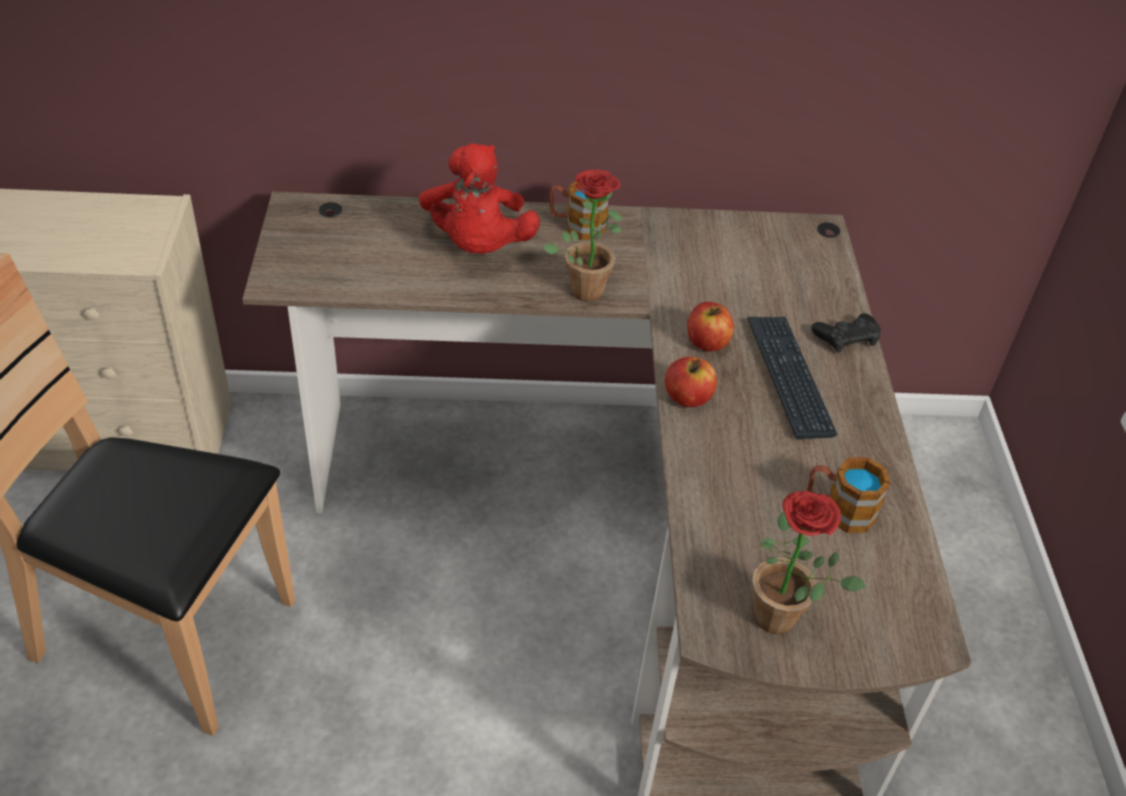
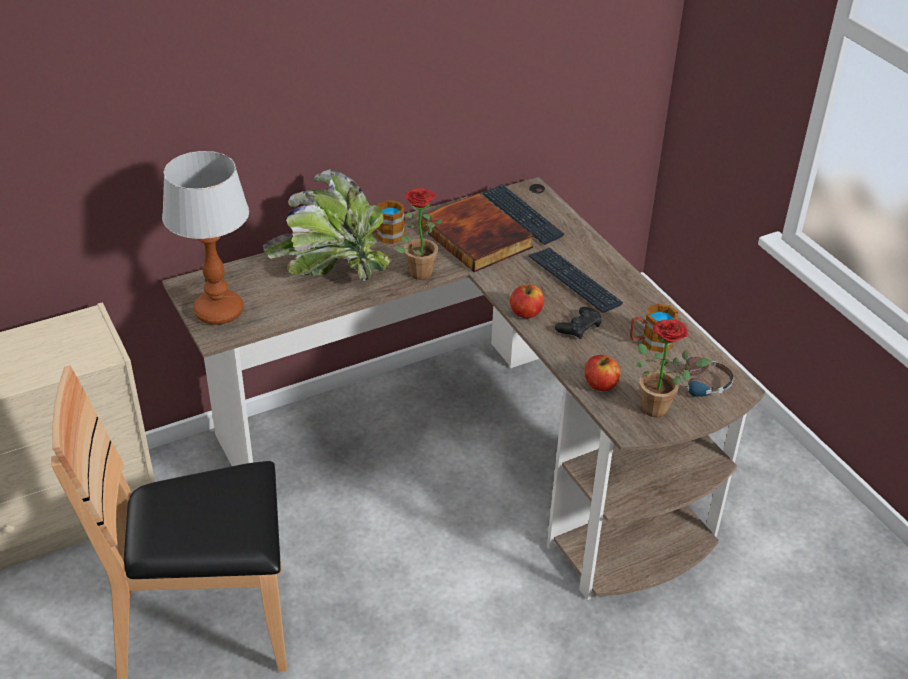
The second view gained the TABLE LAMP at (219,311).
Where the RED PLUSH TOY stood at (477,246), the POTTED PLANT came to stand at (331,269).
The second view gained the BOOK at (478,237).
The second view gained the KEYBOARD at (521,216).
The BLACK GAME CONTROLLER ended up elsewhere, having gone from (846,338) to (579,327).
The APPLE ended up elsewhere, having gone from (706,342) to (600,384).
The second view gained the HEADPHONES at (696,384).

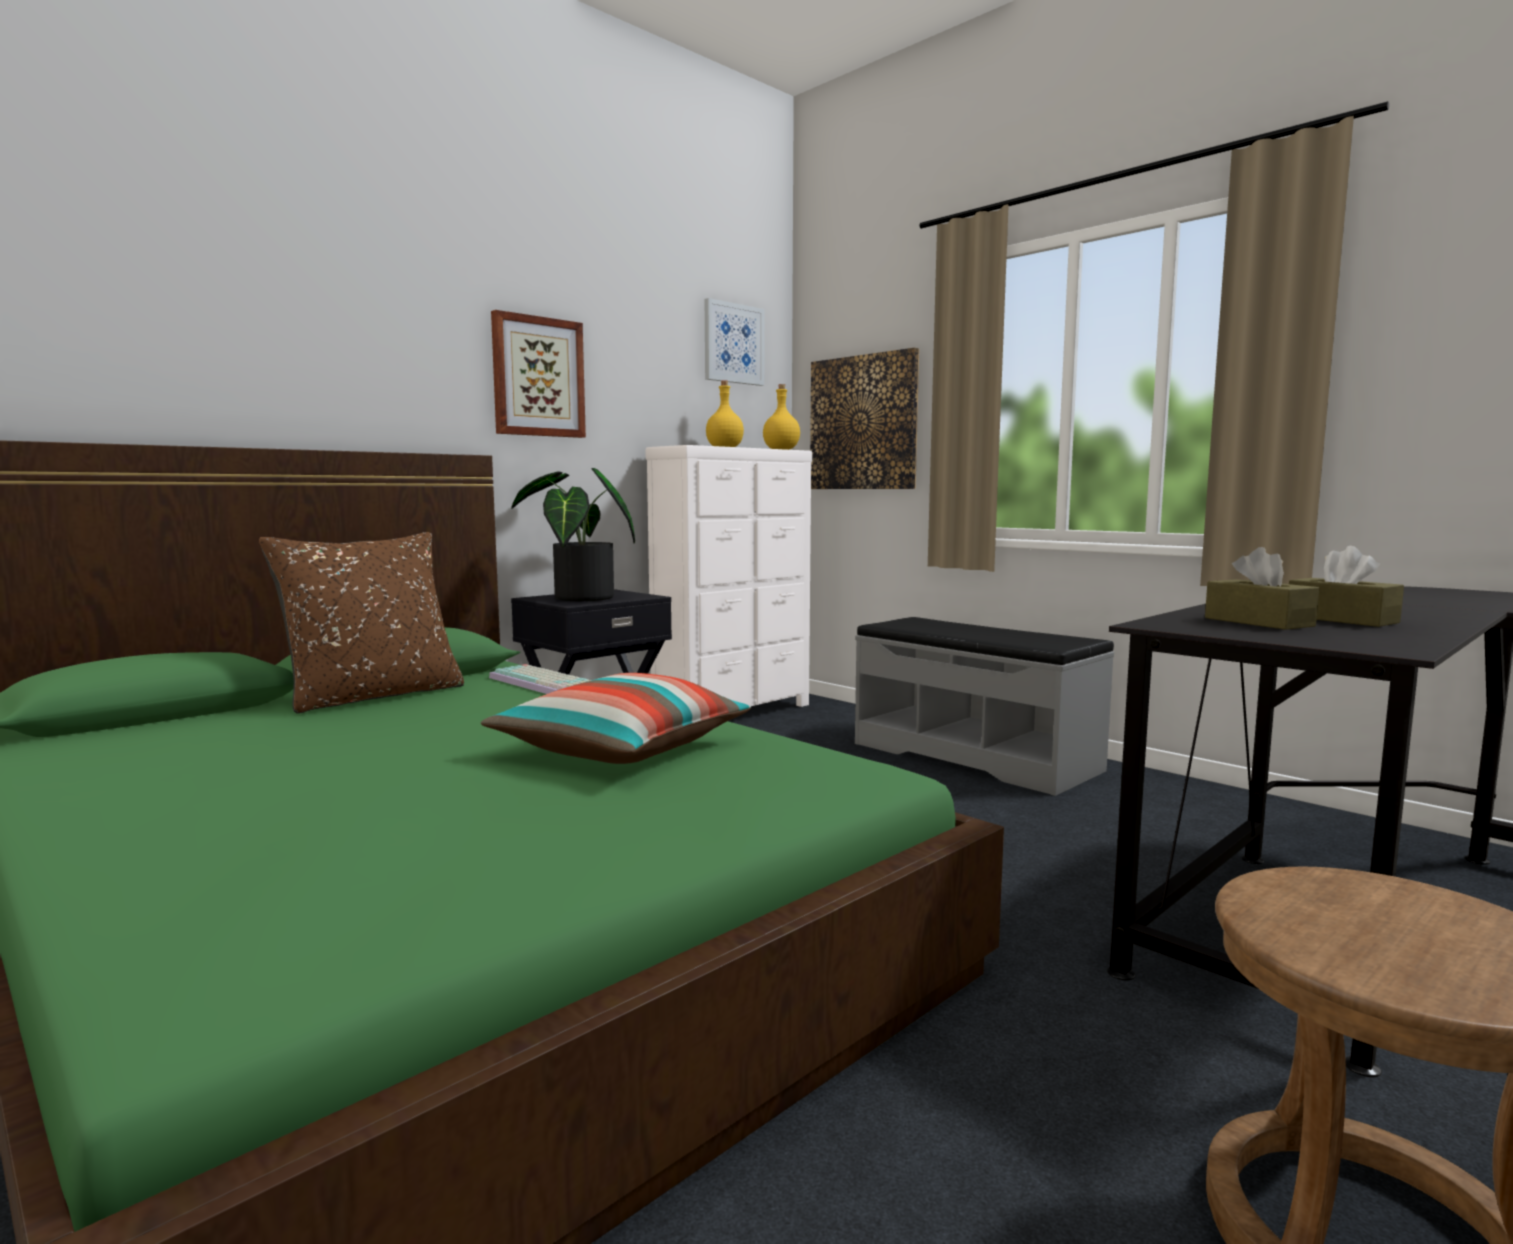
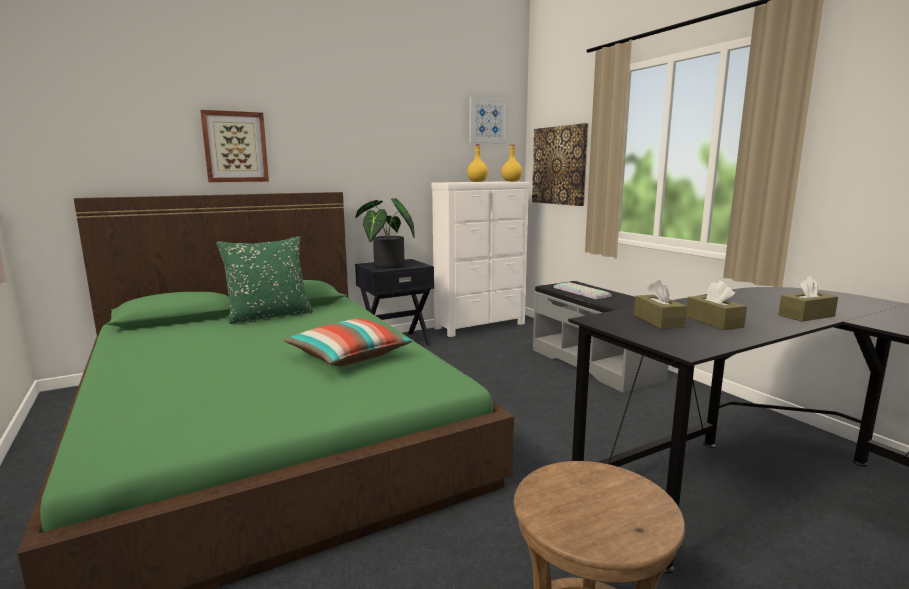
The PICTURE ended up elsewhere, having gone from (537,377) to (235,147).
What was the BROWN PILLOW at (374,696) turned into the GREEN PILLOW at (269,316).
The KEYBOARD ended up elsewhere, having gone from (546,683) to (582,292).
The second view gained the BROWN TISSUE BOX at (806,316).

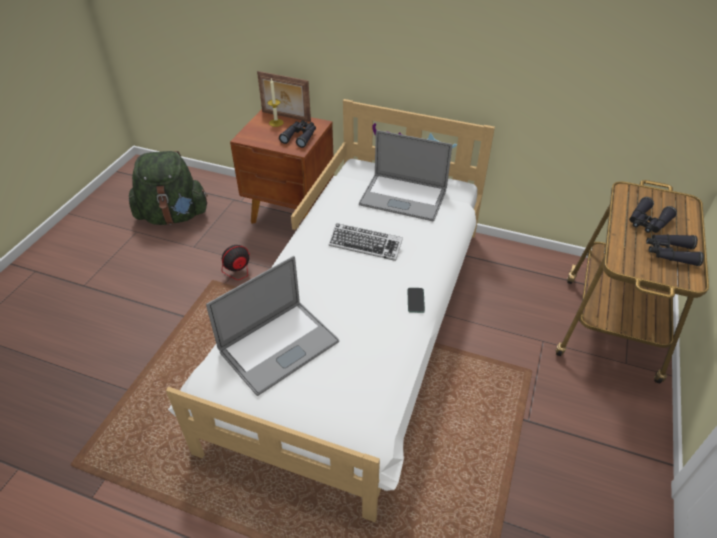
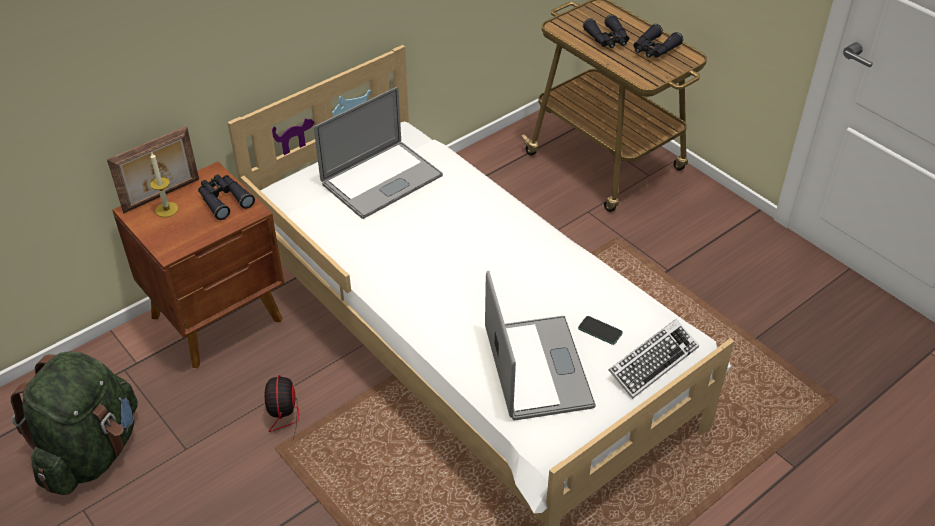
The PHONE ended up elsewhere, having gone from (415,300) to (600,331).
The KEYBOARD ended up elsewhere, having gone from (365,245) to (653,362).

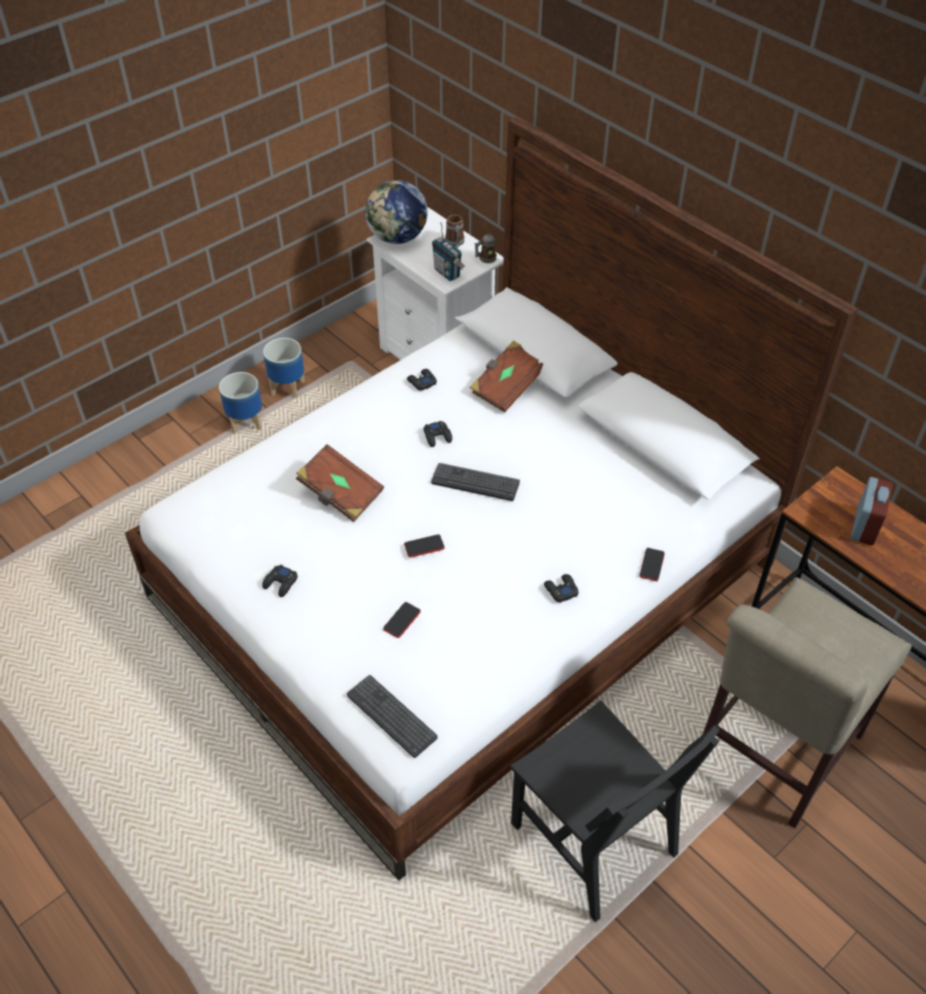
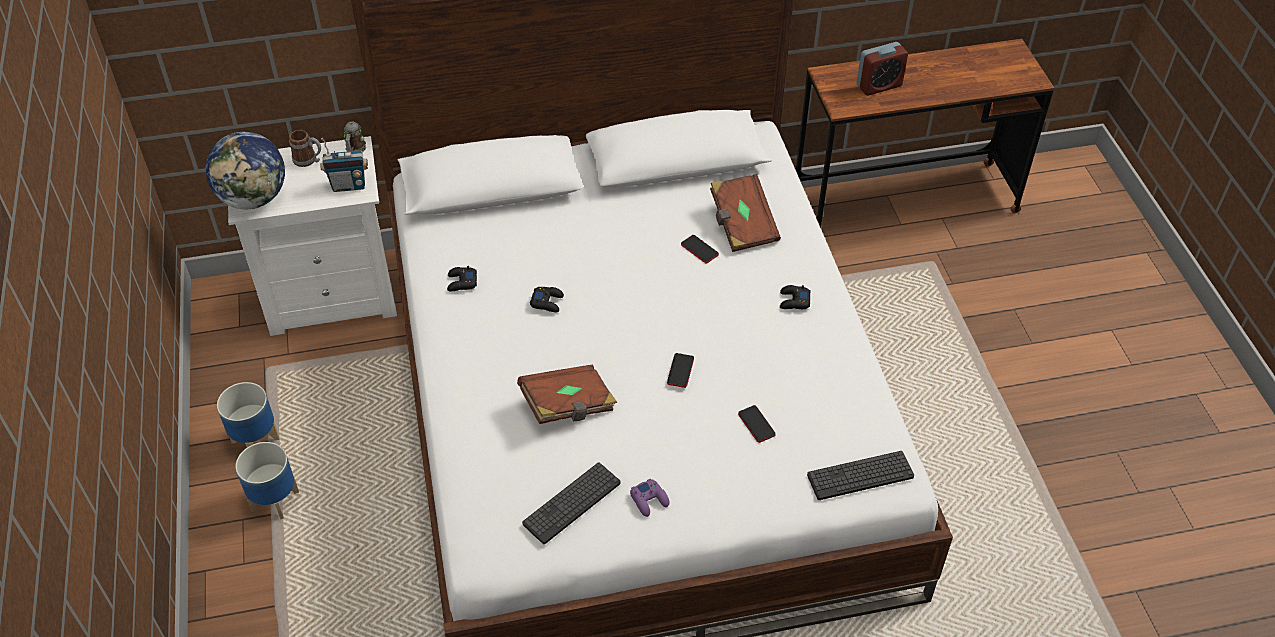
The KEYBOARD ended up elsewhere, having gone from (475,482) to (572,503).
What was the BLACK GAME CONTROLLER at (280,583) turned into the PURPLE GAME CONTROLLER at (649,500).
The PHONE ended up elsewhere, having gone from (652,565) to (699,249).
The BROWN BOOK ended up elsewhere, having gone from (507,387) to (742,224).
The ALARM CLOCK at (865,526) ended up facing another way, 105 degrees clockwise from before.
The second view lost the BLACK CHAIR at (593,840).
The second view lost the BEIGE CHAIR at (771,752).

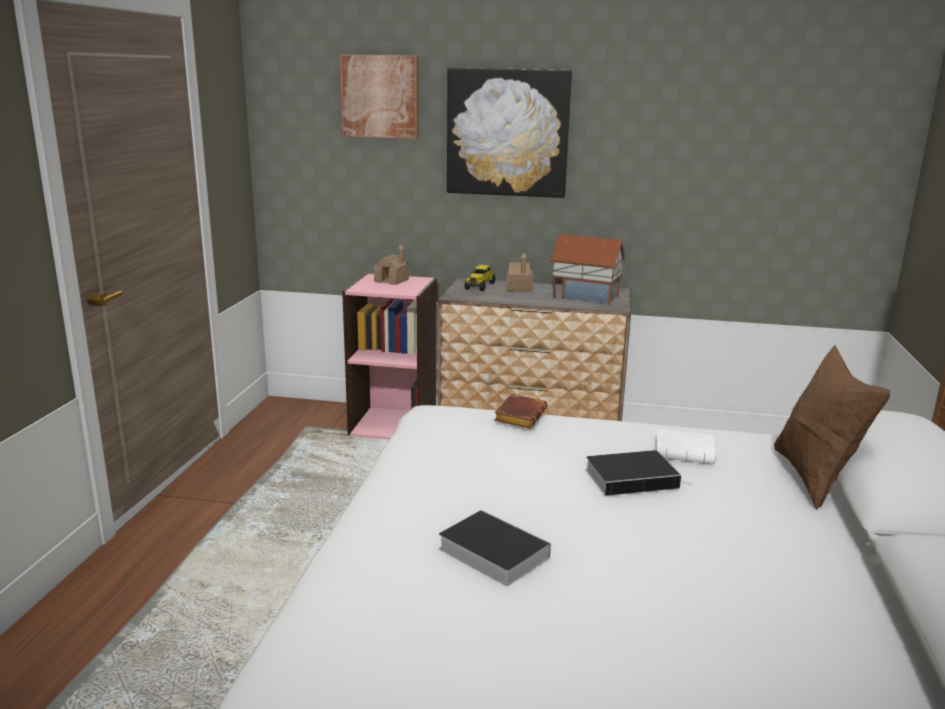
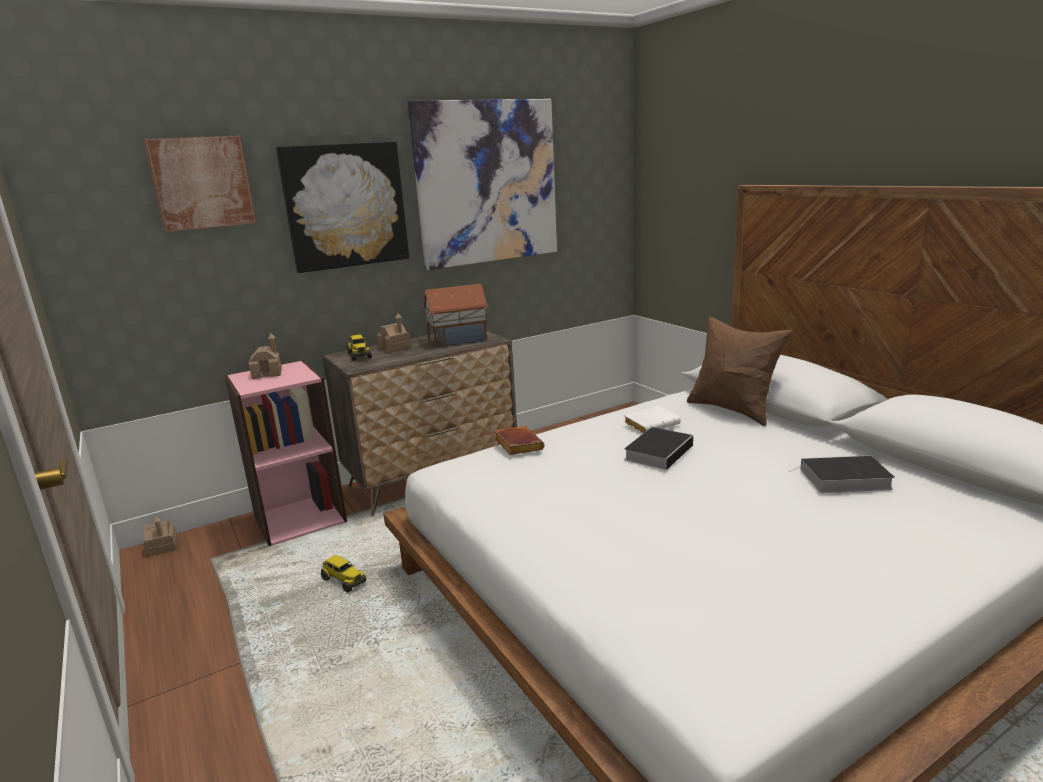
The second view gained the TOY HOUSE at (162,547).
The second view gained the TOY TRUCK at (343,581).
The second view gained the PICTURE at (487,183).
The BOOK ended up elsewhere, having gone from (490,552) to (842,479).

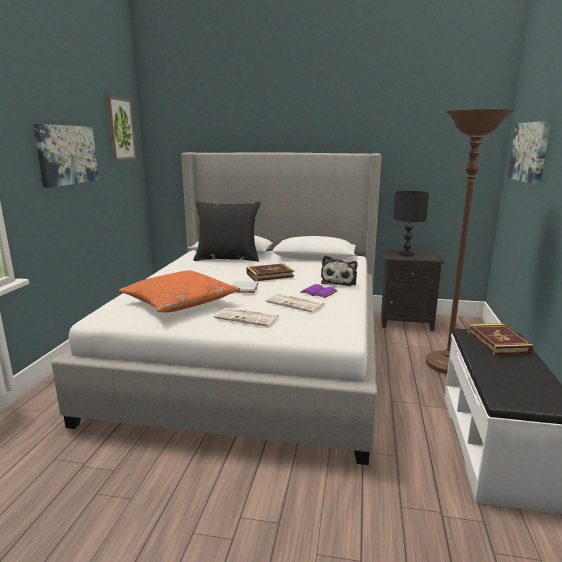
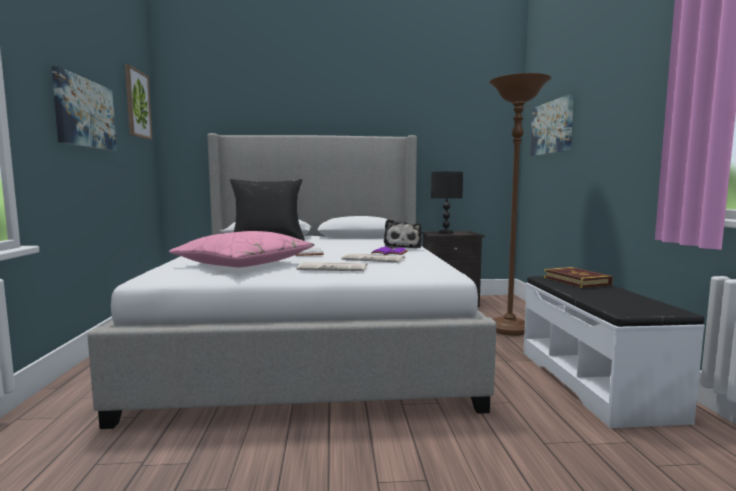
What was the ORANGE PILLOW at (180,302) turned into the PINK PILLOW at (244,263).
The second view lost the BOOK at (270,275).

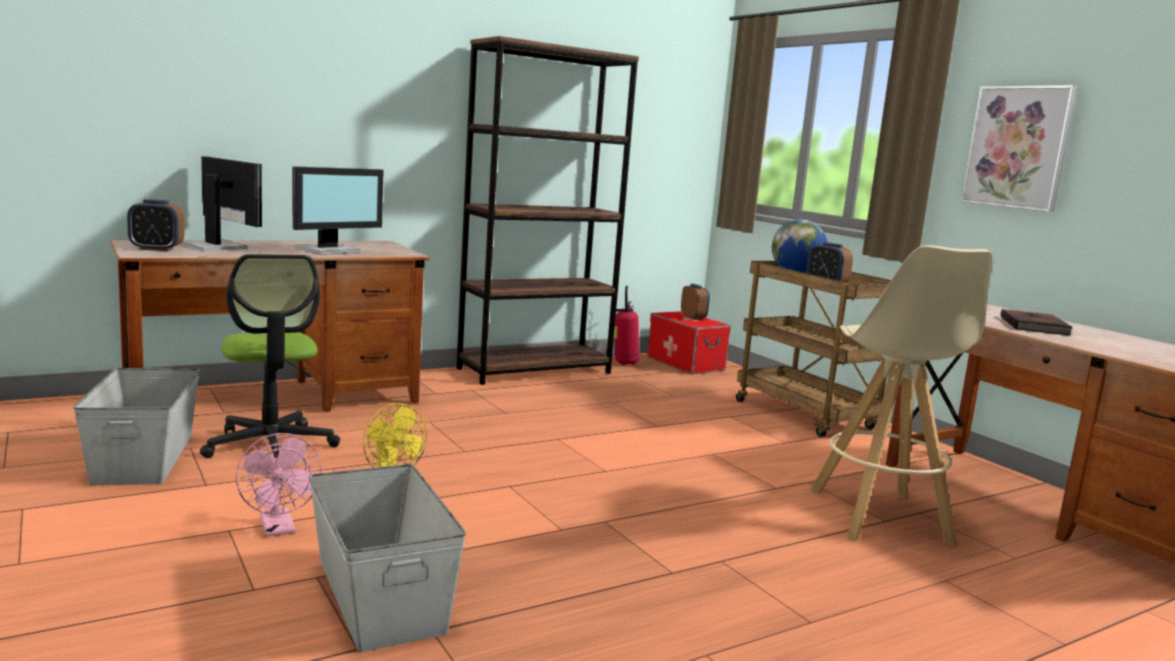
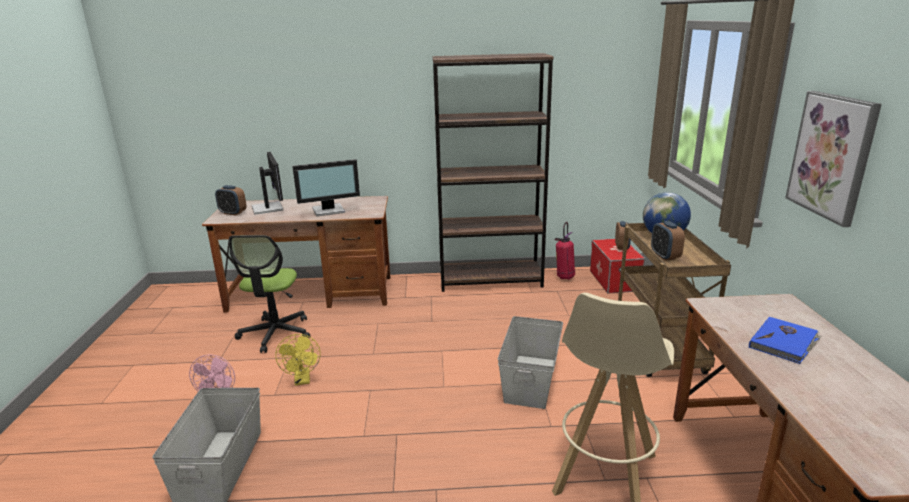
The GREY STORAGE BOX ended up elsewhere, having gone from (145,458) to (531,380).
What was the BROWN BOOK at (1035,326) turned into the BLUE BOOK at (784,342).

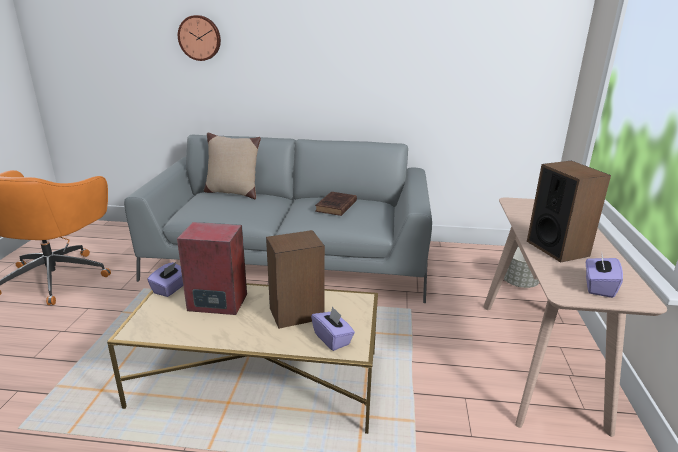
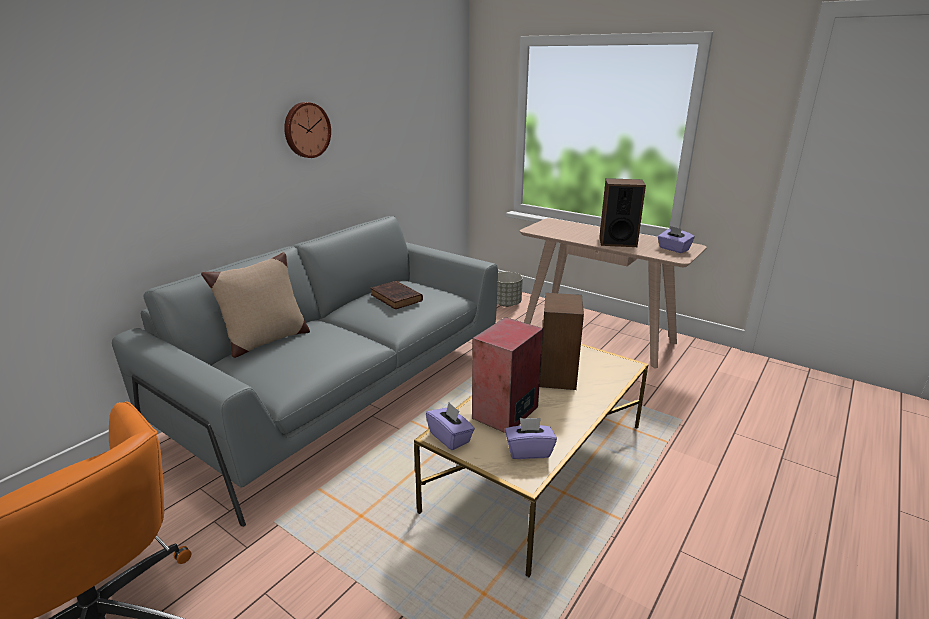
The WALL CLOCK ended up elsewhere, having gone from (200,38) to (306,130).
The PURPLE TISSUE BOX ended up elsewhere, having gone from (332,339) to (529,451).

